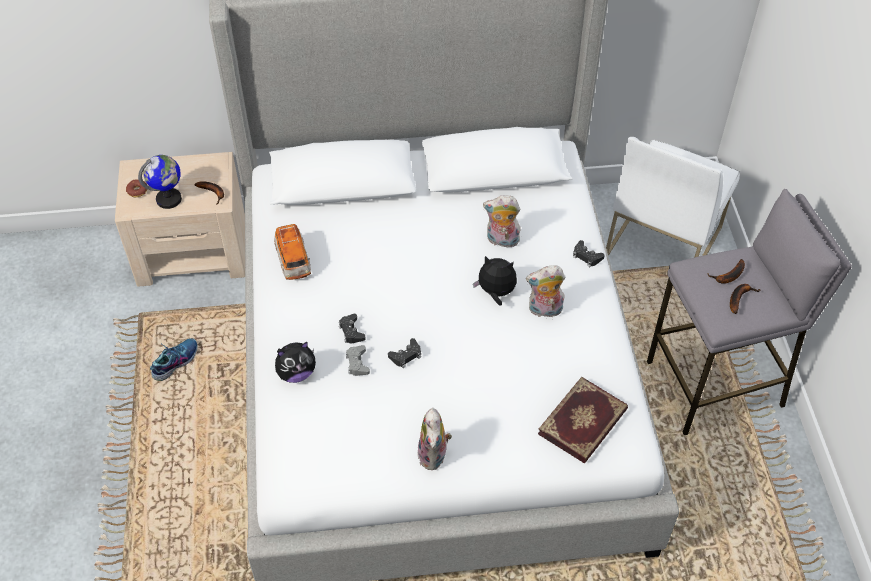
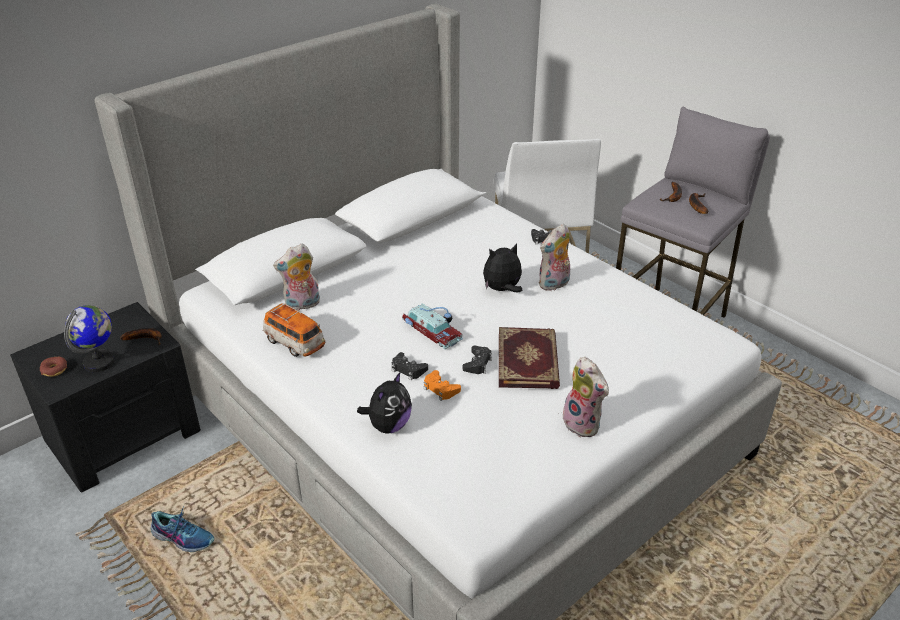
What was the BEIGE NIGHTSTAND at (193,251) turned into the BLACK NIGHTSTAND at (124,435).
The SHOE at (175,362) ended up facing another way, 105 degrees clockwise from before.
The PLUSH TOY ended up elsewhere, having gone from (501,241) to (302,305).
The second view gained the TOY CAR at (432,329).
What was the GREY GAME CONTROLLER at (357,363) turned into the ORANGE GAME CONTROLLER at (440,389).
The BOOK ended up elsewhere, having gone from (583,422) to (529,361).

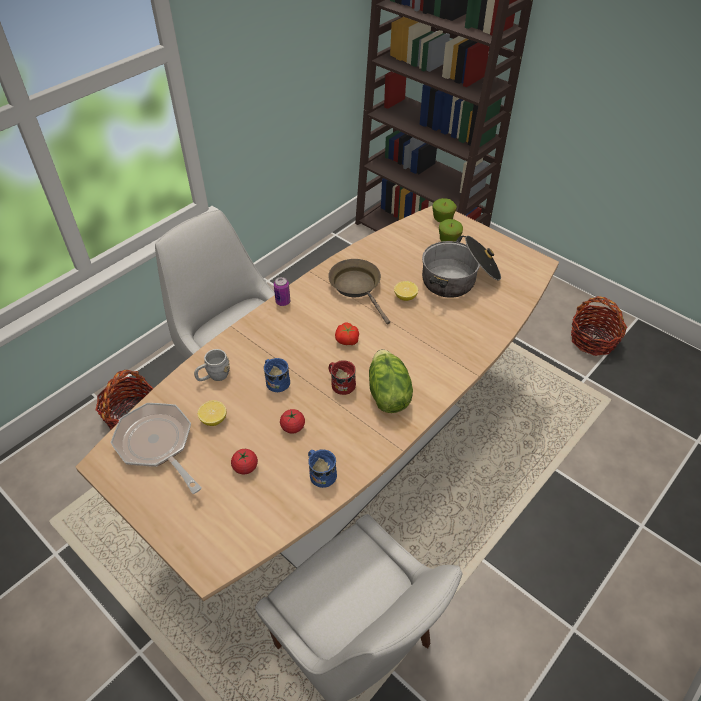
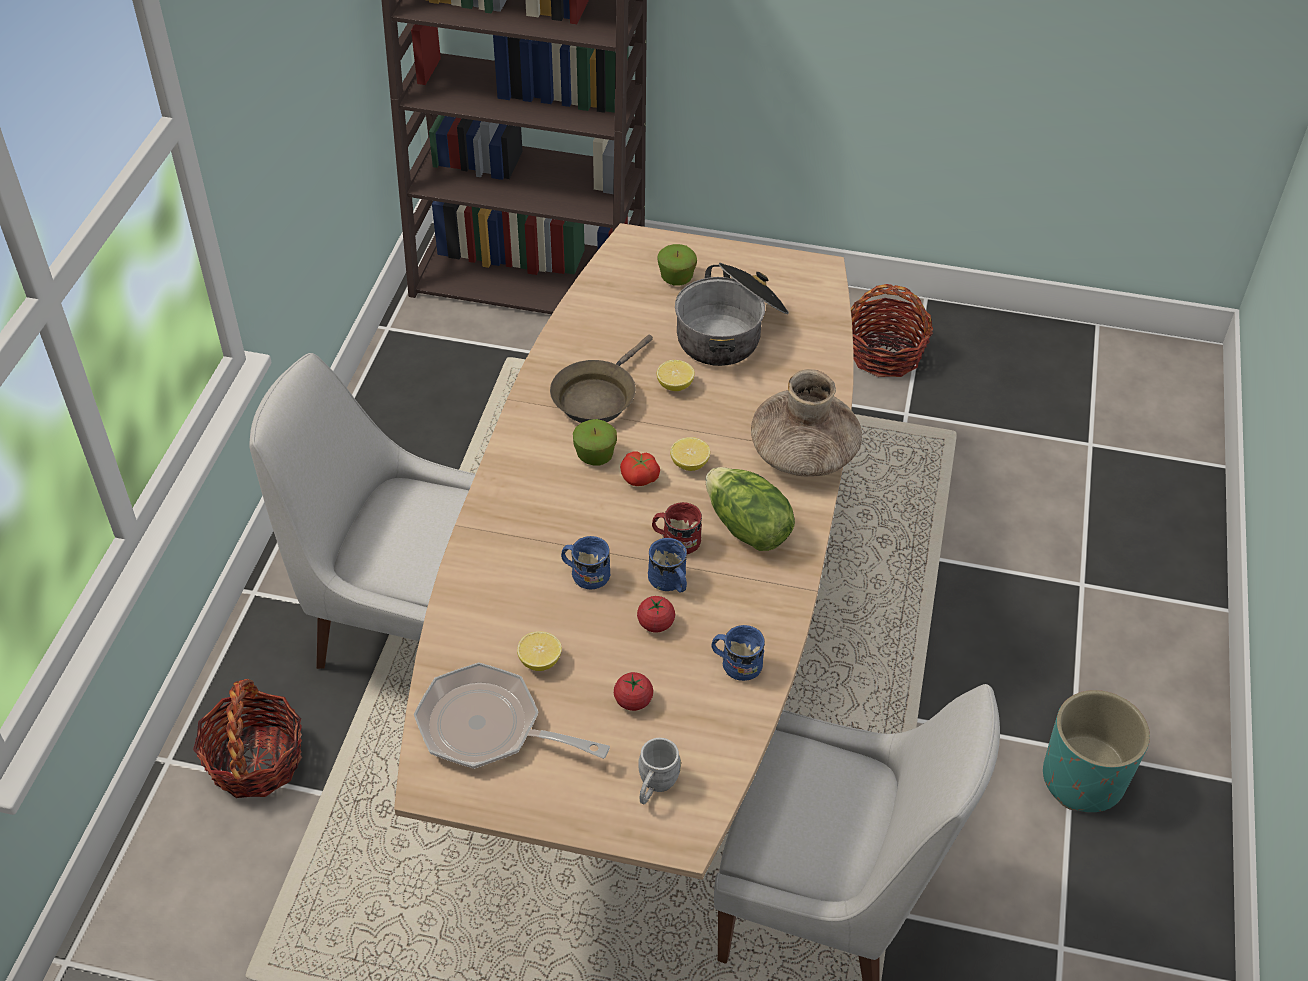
The BROWN FRYING PAN at (357,287) ended up facing another way, 90 degrees counterclockwise from before.
The APPLE ended up elsewhere, having gone from (442,219) to (595,456).
The GREY MUG ended up elsewhere, having gone from (214,376) to (654,786).
The second view gained the BLUE MUG at (669,583).
The second view gained the LEMON at (689,464).
The second view gained the BROWN VASE at (803,453).
The second view gained the TURQUOISE PLANTER at (1082,779).
The second view lost the CAN at (283,302).

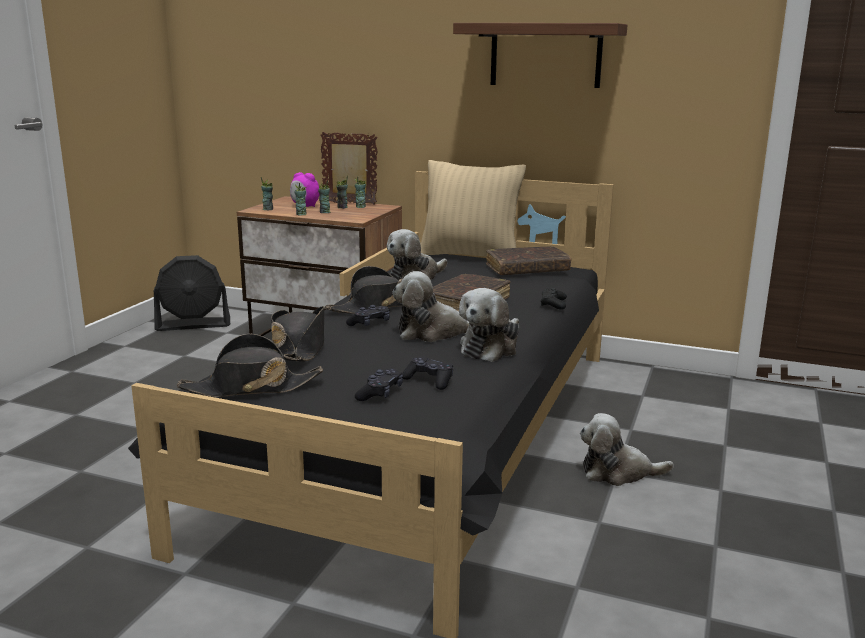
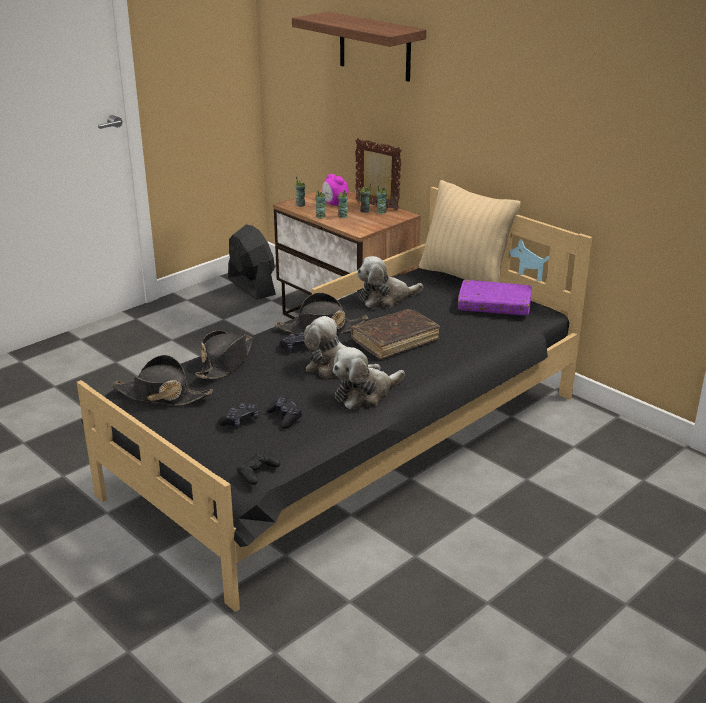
The BLACK FAN at (193,325) ended up facing another way, 135 degrees counterclockwise from before.
The BLACK GAME CONTROLLER ended up elsewhere, having gone from (553,304) to (257,472).
The SHELF ended up elsewhere, having gone from (545,55) to (374,46).
What was the BROWN BOOK at (527,270) turned into the PURPLE BOOK at (494,306).
The second view lost the PLUSH TOY at (618,472).

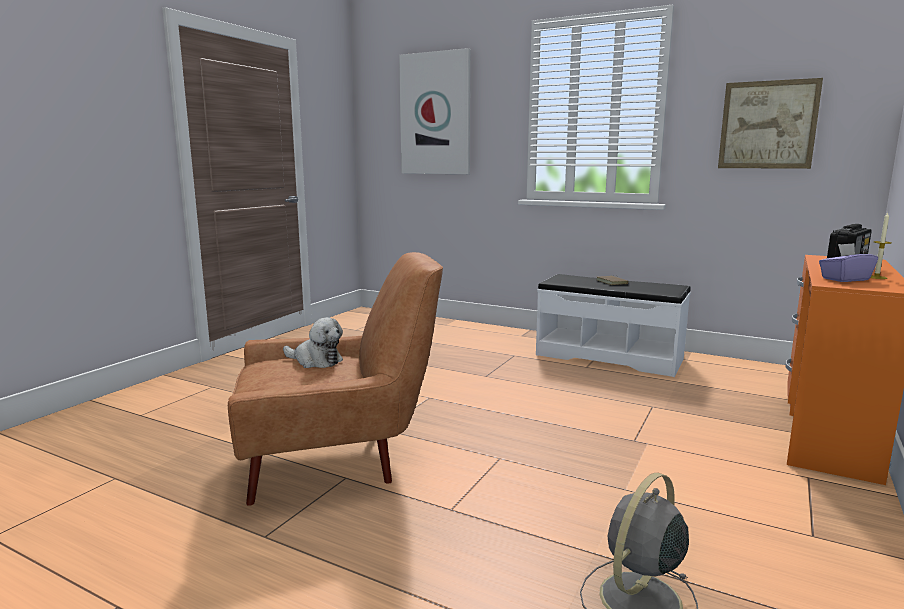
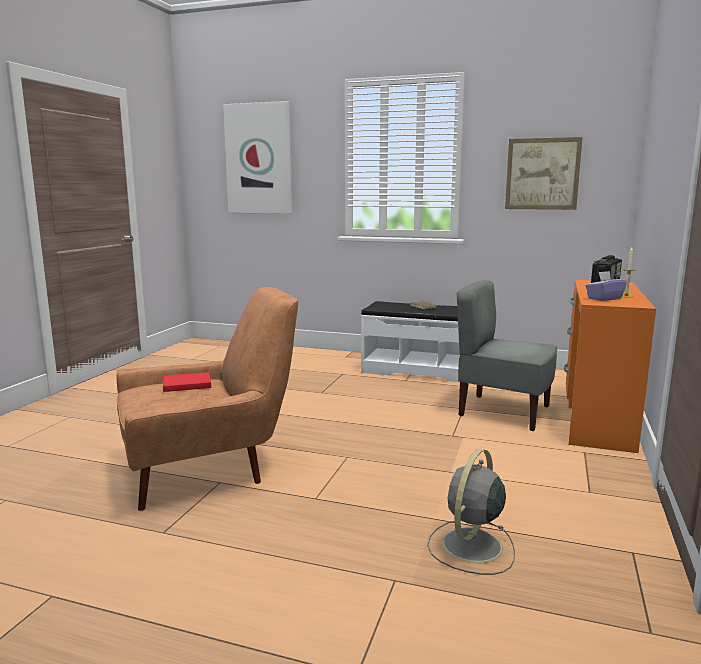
Where the PLUSH TOY stood at (315,361), the RED BOOK came to stand at (185,384).
The second view gained the GREY CHAIR at (503,412).

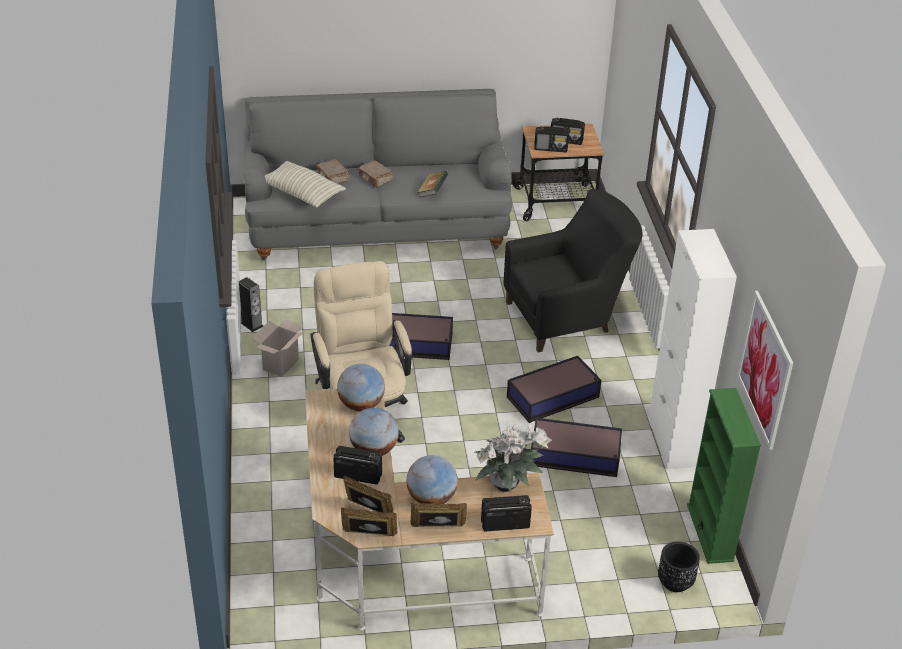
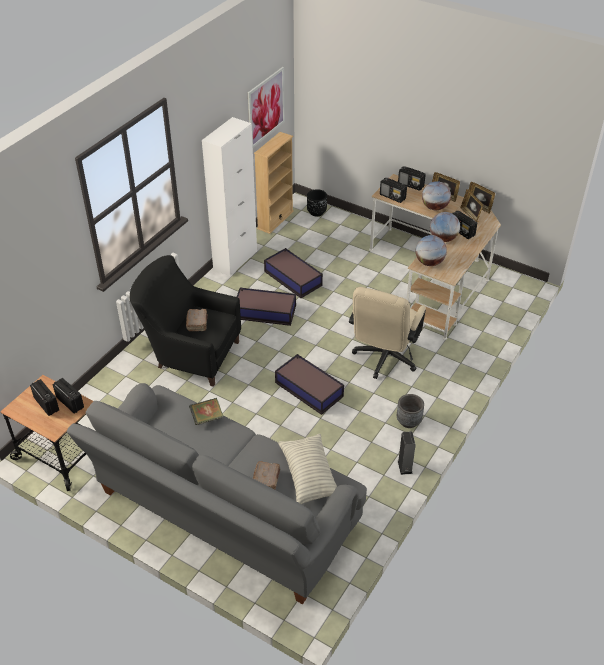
The BROWN BOOK ended up elsewhere, having gone from (375,179) to (197,323).
What was the GREEN BOOKCASE at (710,532) turned into the BEIGE BOOKCASE at (275,220).
Where the POTTED PLANT stood at (507,486), the RADIO came to stand at (392,197).
Where the CARDBOARD BOX stood at (280,363), the GREY PLANTER came to stand at (408,421).

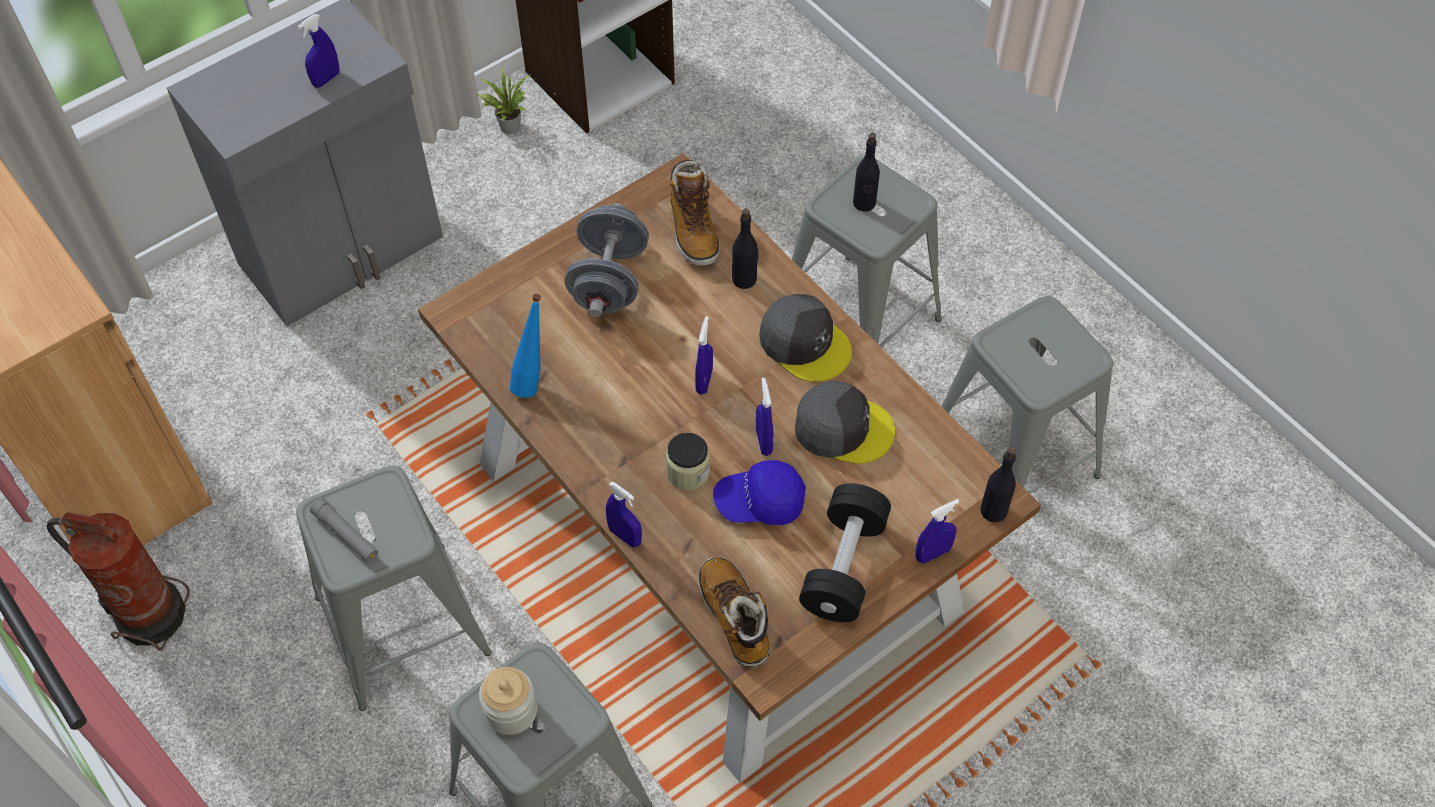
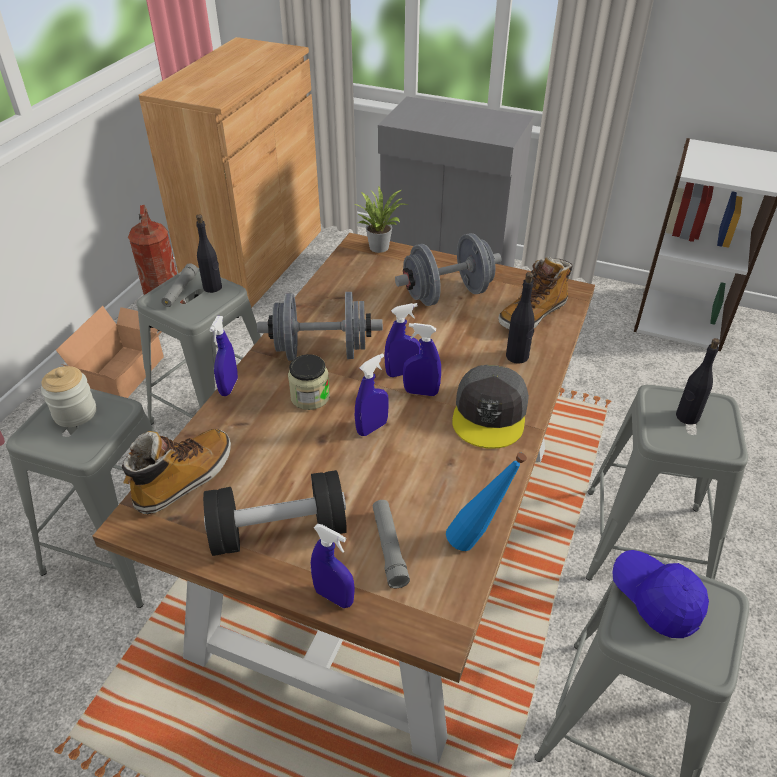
The second view gained the CARDBOARD BOX at (126,373).
The BLACK BOTTLE ended up elsewhere, having gone from (994,510) to (213,287).
The second view gained the GREY DUMBBELL at (322,352).
The POTTED PLANT ended up elsewhere, having gone from (508,125) to (379,246).
The second view gained the GREY FLASHLIGHT at (389,547).
The BLUE SPRAY BOTTLE ended up elsewhere, having gone from (326,79) to (421,392).
The BLUE BOTTLE ended up elsewhere, having gone from (533,379) to (478,541).
The BLUE CAP ended up elsewhere, having gone from (760,502) to (655,599).
The second view lost the GREY CAP at (842,428).

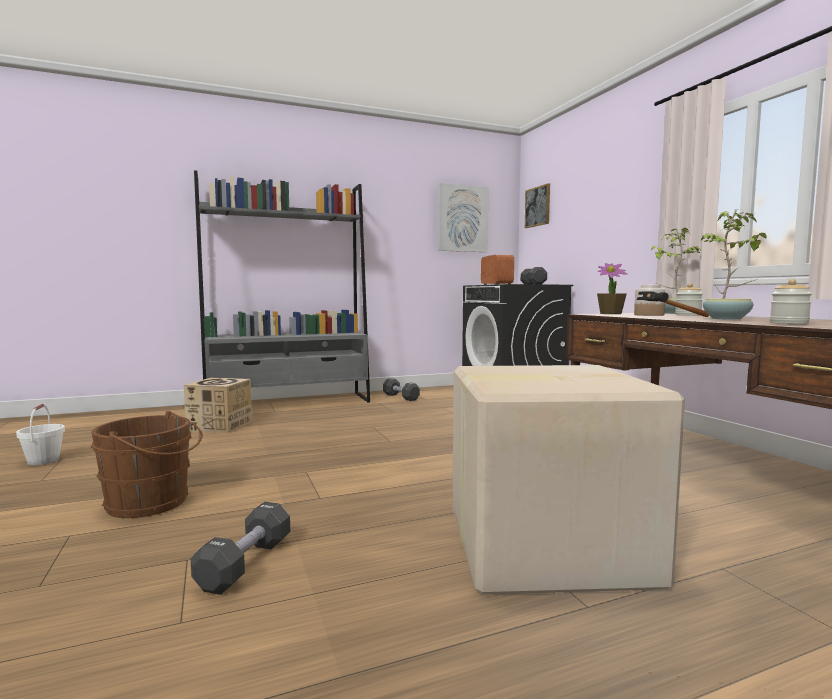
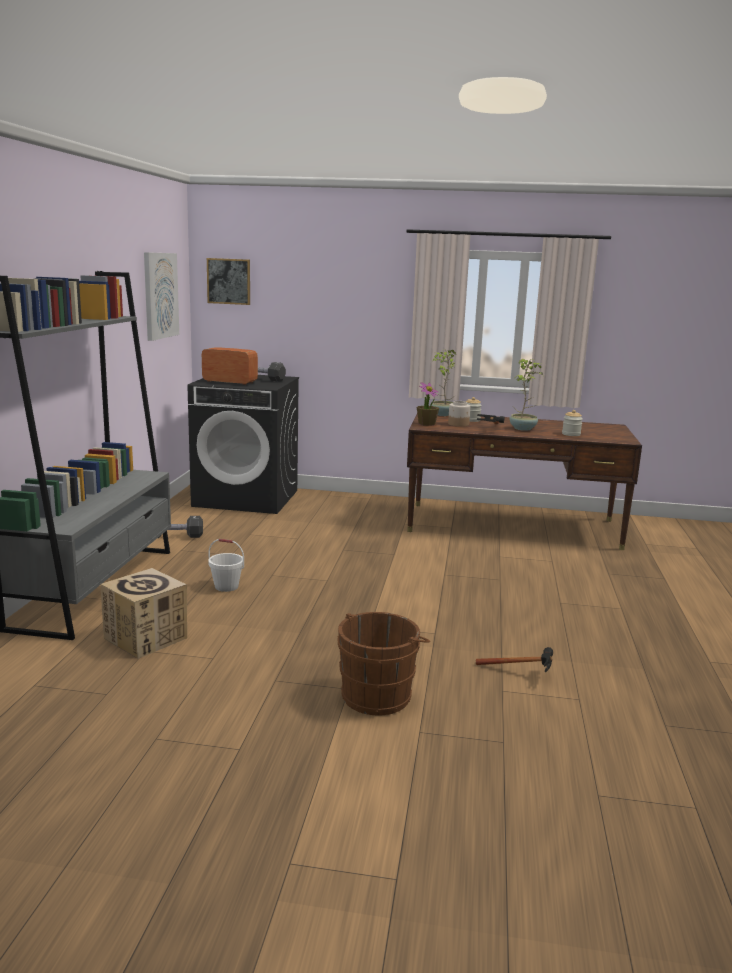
The WHITE BUCKET ended up elsewhere, having gone from (43,461) to (226,586).
Where the BLACK DUMBBELL stood at (245,564), the HAMMER came to stand at (523,673).
The second view lost the CARDBOARD BOX at (543,543).

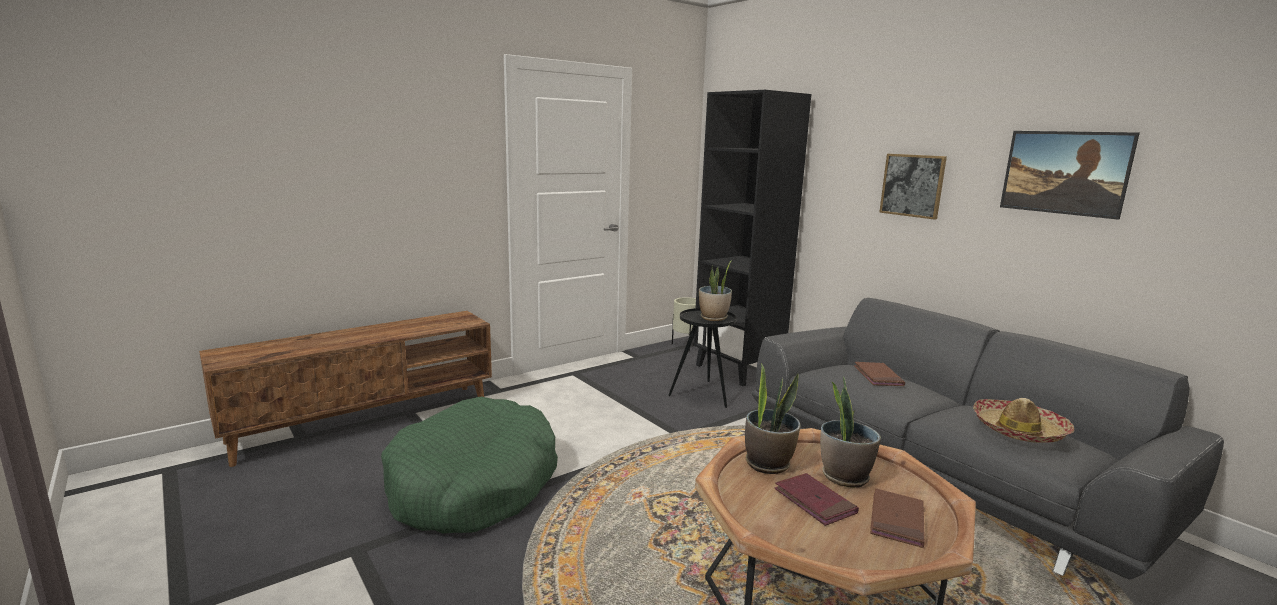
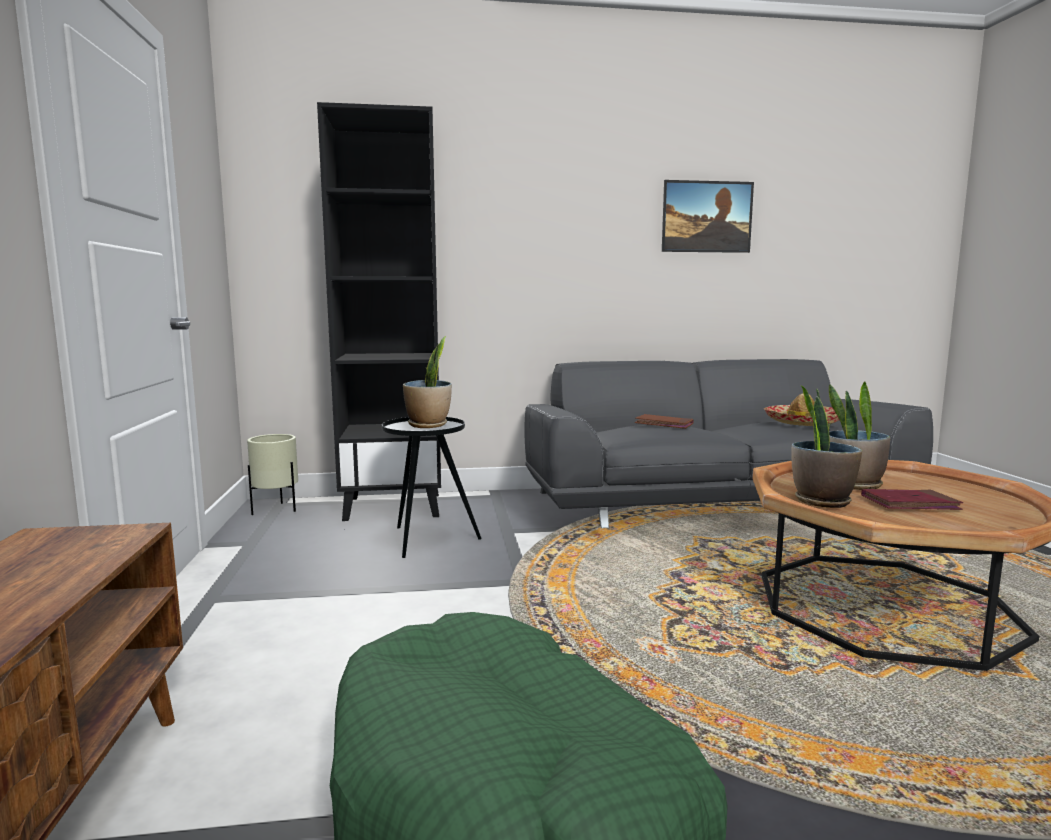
The second view lost the BROWN BOOK at (897,521).
The second view lost the PICTURE at (912,185).

